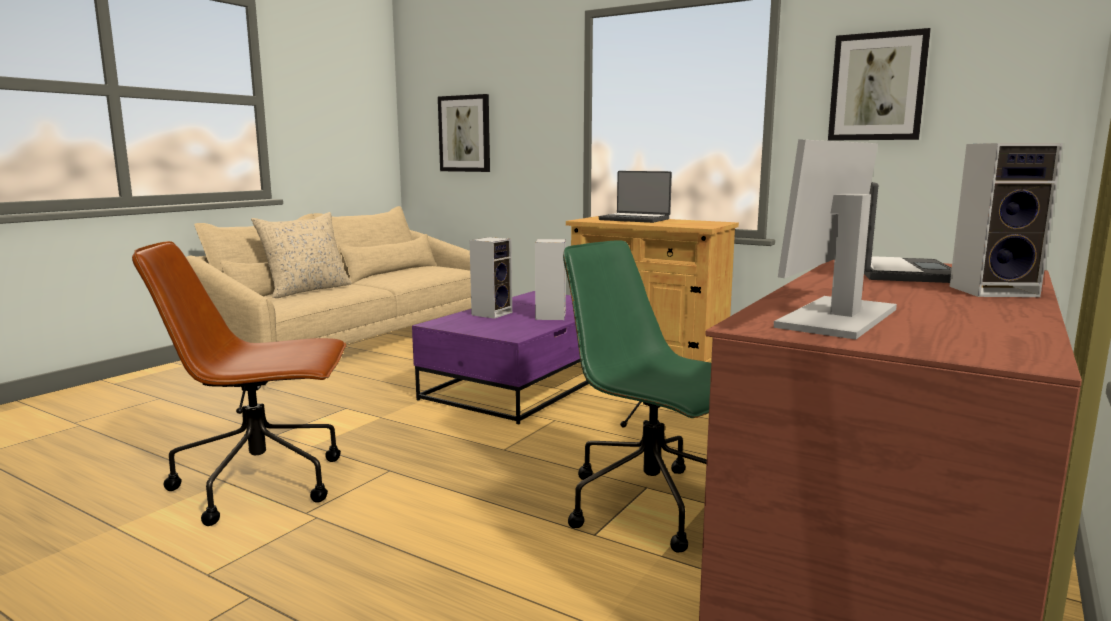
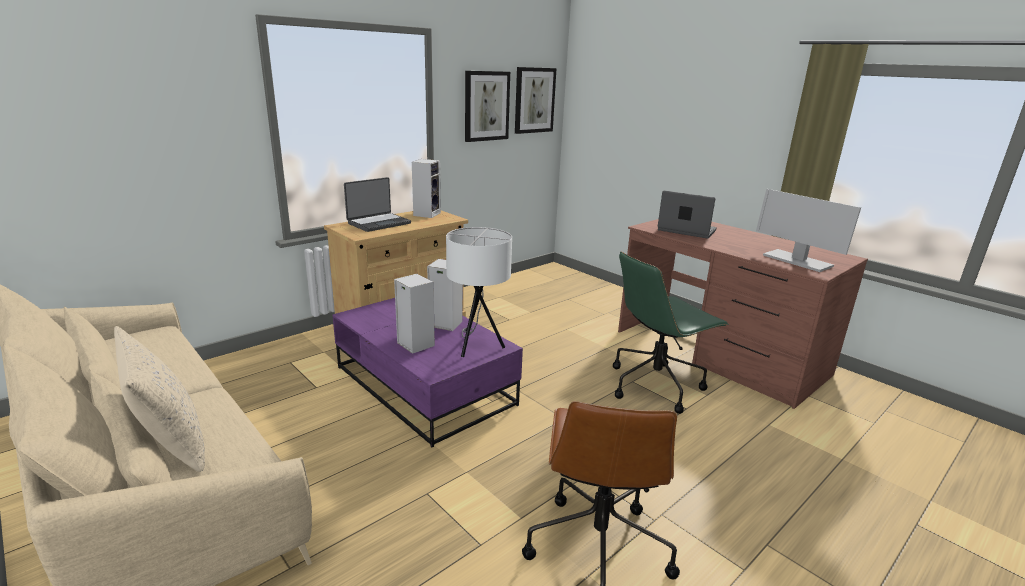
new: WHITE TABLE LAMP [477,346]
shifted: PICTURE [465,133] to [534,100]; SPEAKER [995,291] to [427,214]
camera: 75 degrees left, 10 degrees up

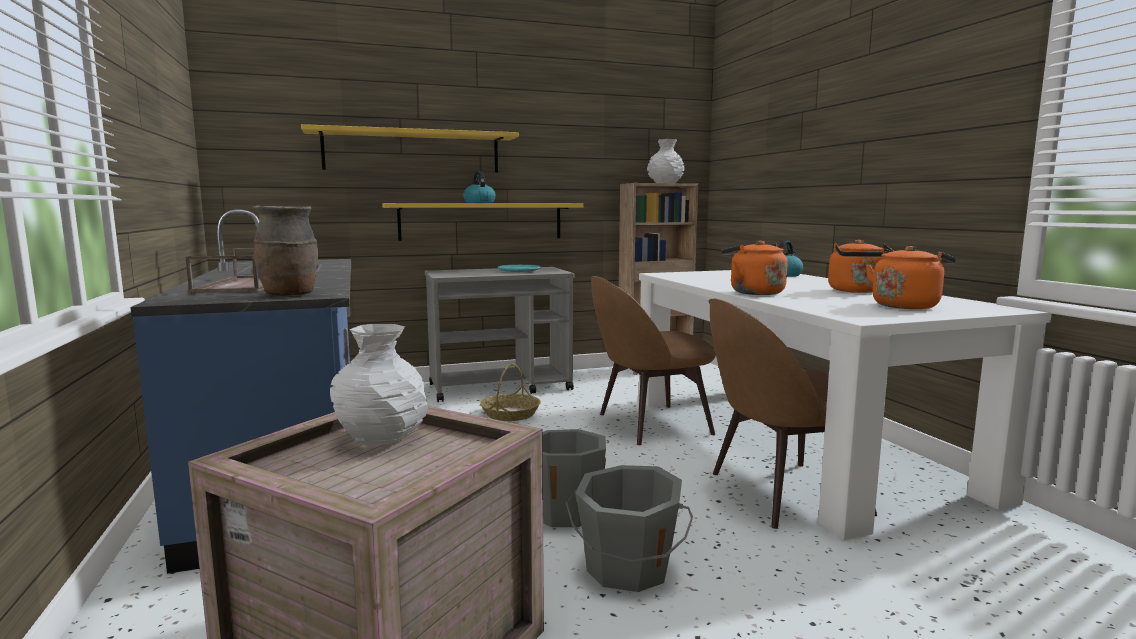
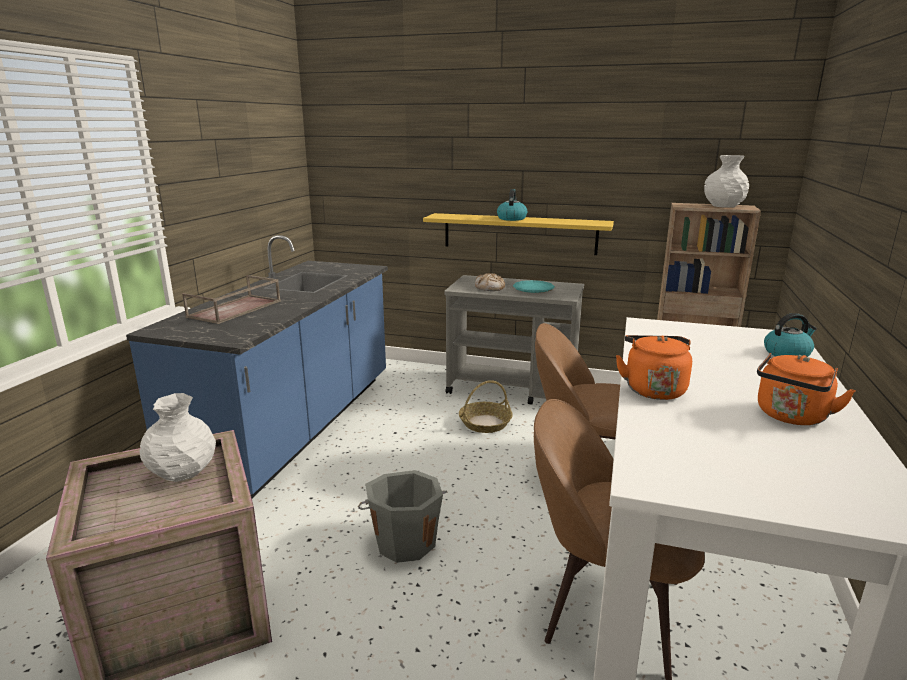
gone: BROWN VASE [290,295]; YELLOW SHELF [412,152]; GREY BUCKET [627,568]; ORANGE KETTLE [906,306]
new: BREAD [490,288]
camera: 35 degrees right, 10 degrees up

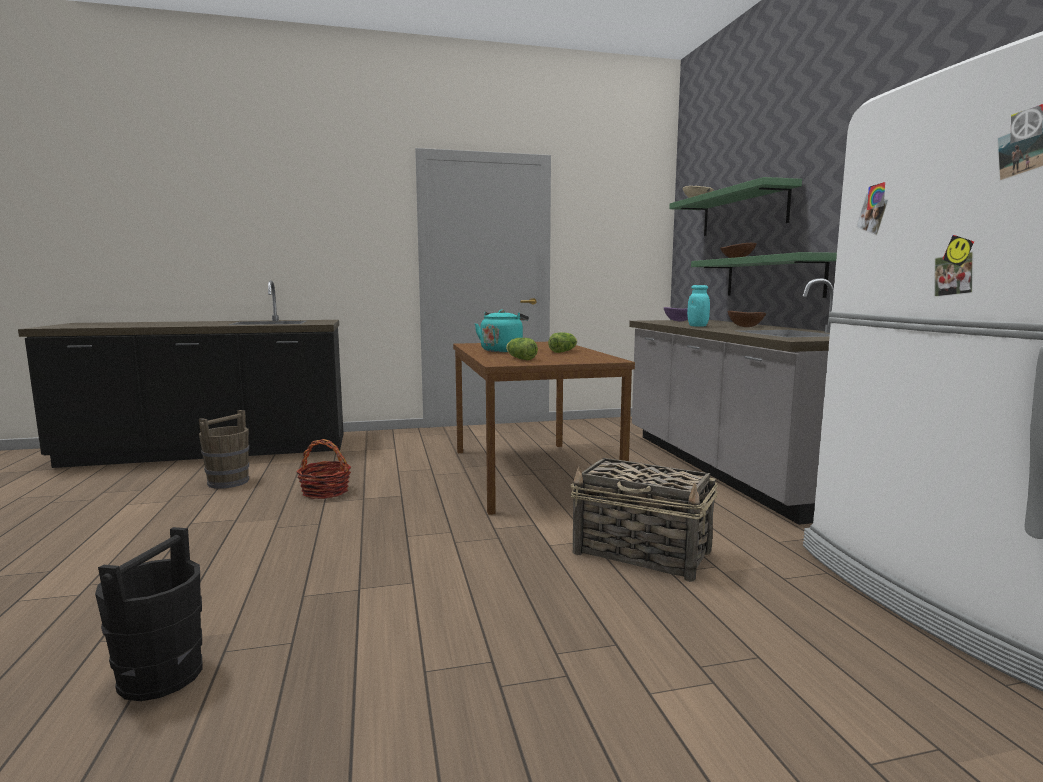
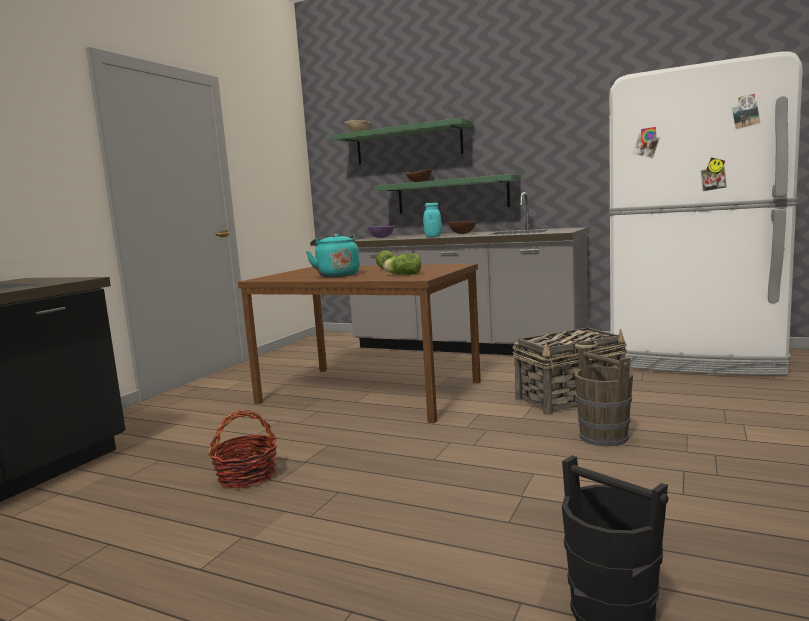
shifted: BROWN BUCKET [228,482] to [603,437]
camera: 50 degrees left, 0 degrees up

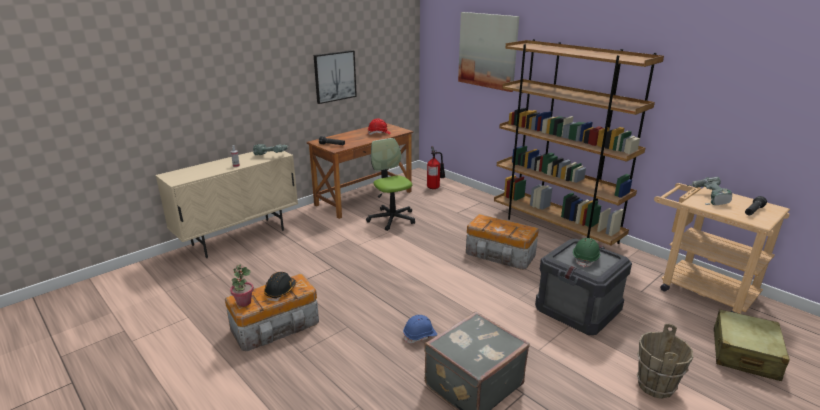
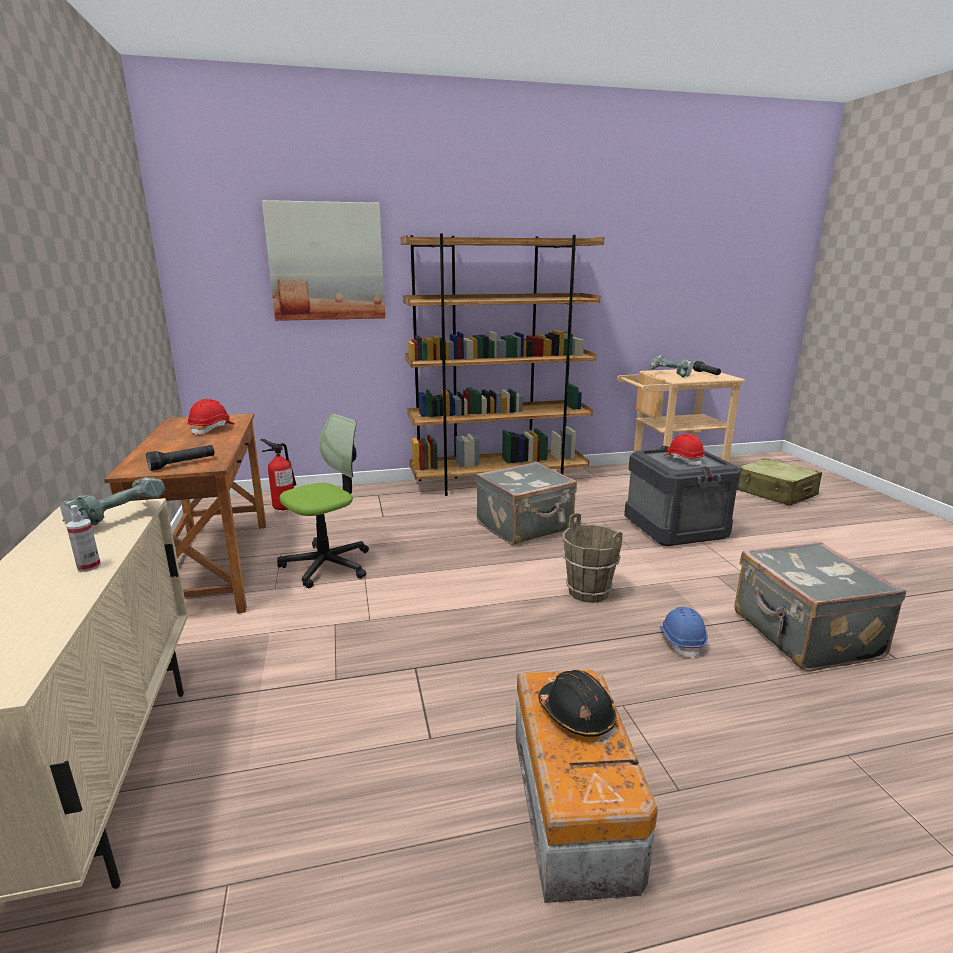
gone: POTTED PLANT [244,302]; PICTURE [335,76]
shifted: BROWN BUCKET [655,386] to [588,592]
swapped: STORAGE BOX [500,255] to GREY SUITCASE [525,527]
repainted: GREEN HARD HAT [586,259] to RED HARD HAT [683,460]
rotated: OFFICE CHAIR [392,219] = [327,565] 135 degrees clockwise
camera: 60 degrees left, 5 degrees down

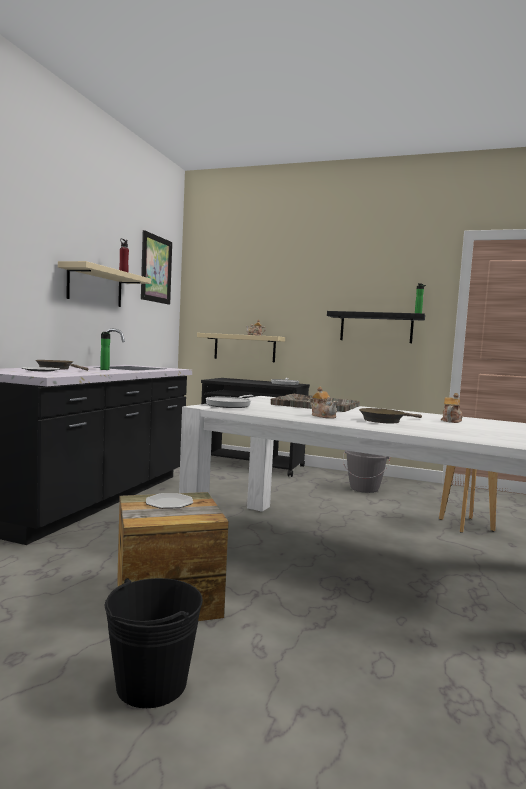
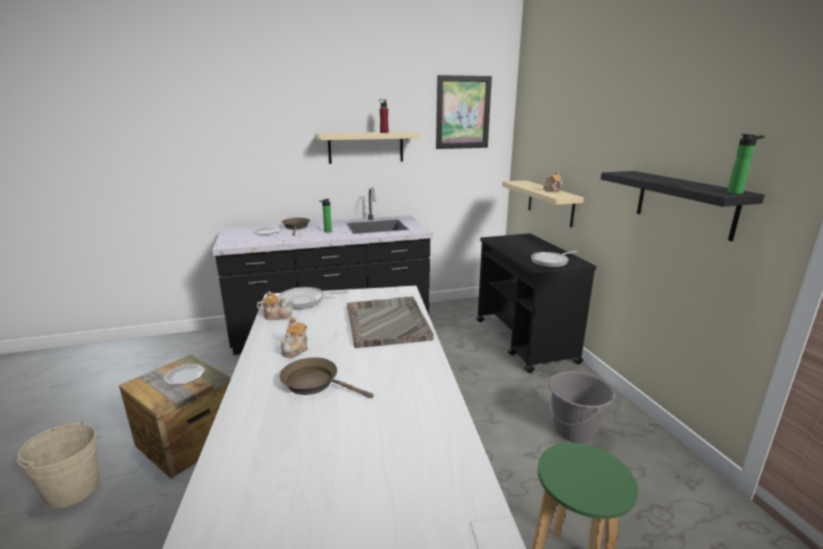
shifted: TEAPOT [451,421] to [277,316]
repainted: BLACK BUCKET [151,683] to BEIGE BUCKET [73,489]
camera: 55 degrees right, 15 degrees up

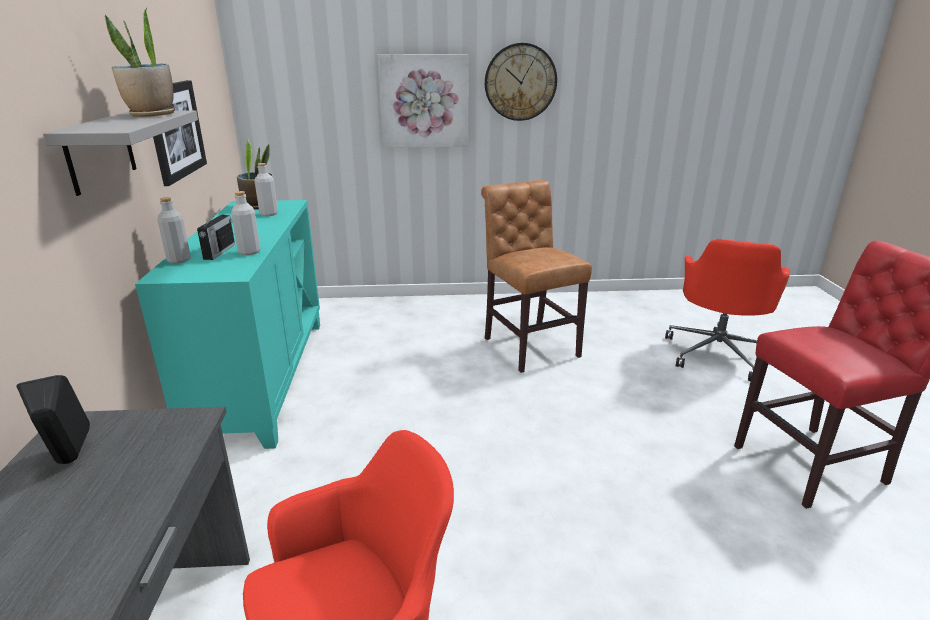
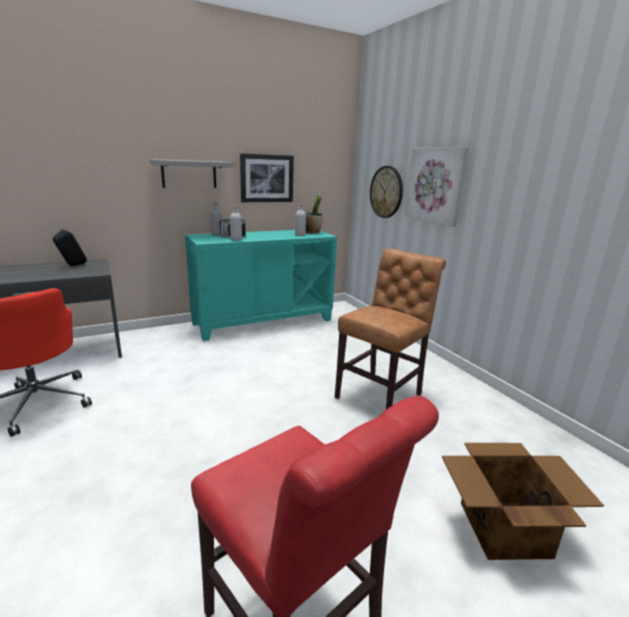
gone: POTTED PLANT [152,115]
shifted: WALL CLOCK [520,82] to [386,192]
swapped: RED OFFICE CHAIR [717,353] to CARDBOARD BOX [502,528]
camera: 65 degrees right, 5 degrees down

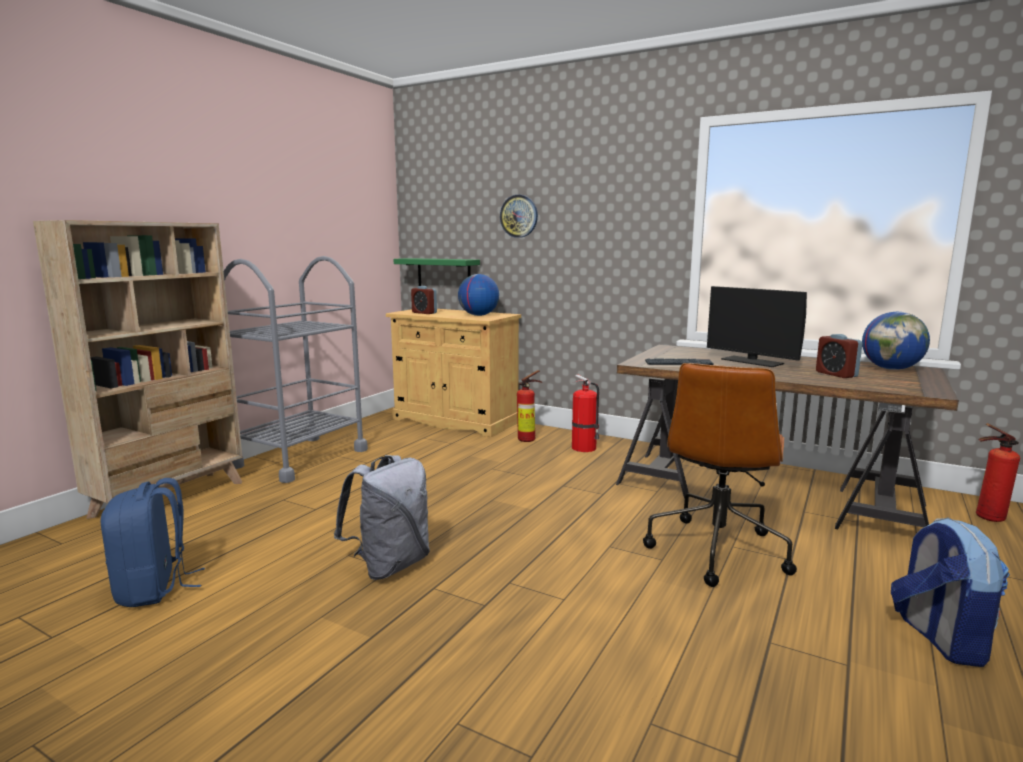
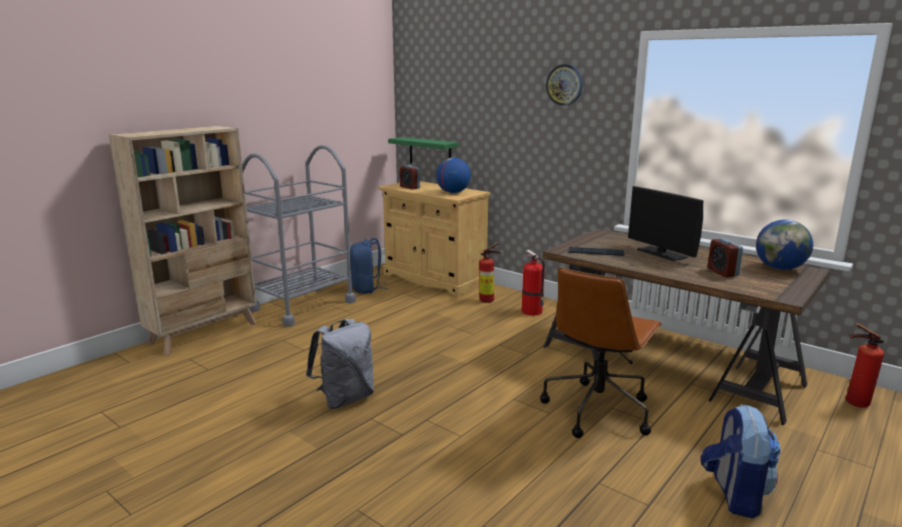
shifted: BLUE BACKPACK [154,589] to [367,288]; WALL CLOCK [519,216] to [564,85]
camera: 10 degrees right, 5 degrees up

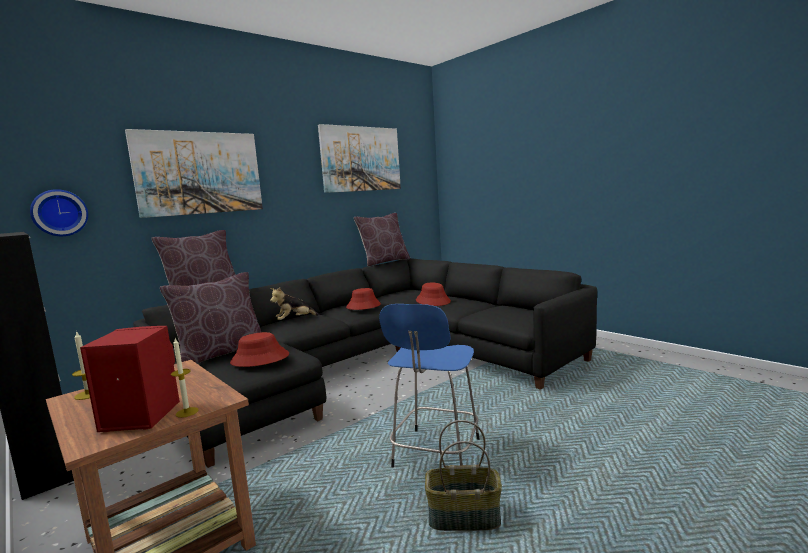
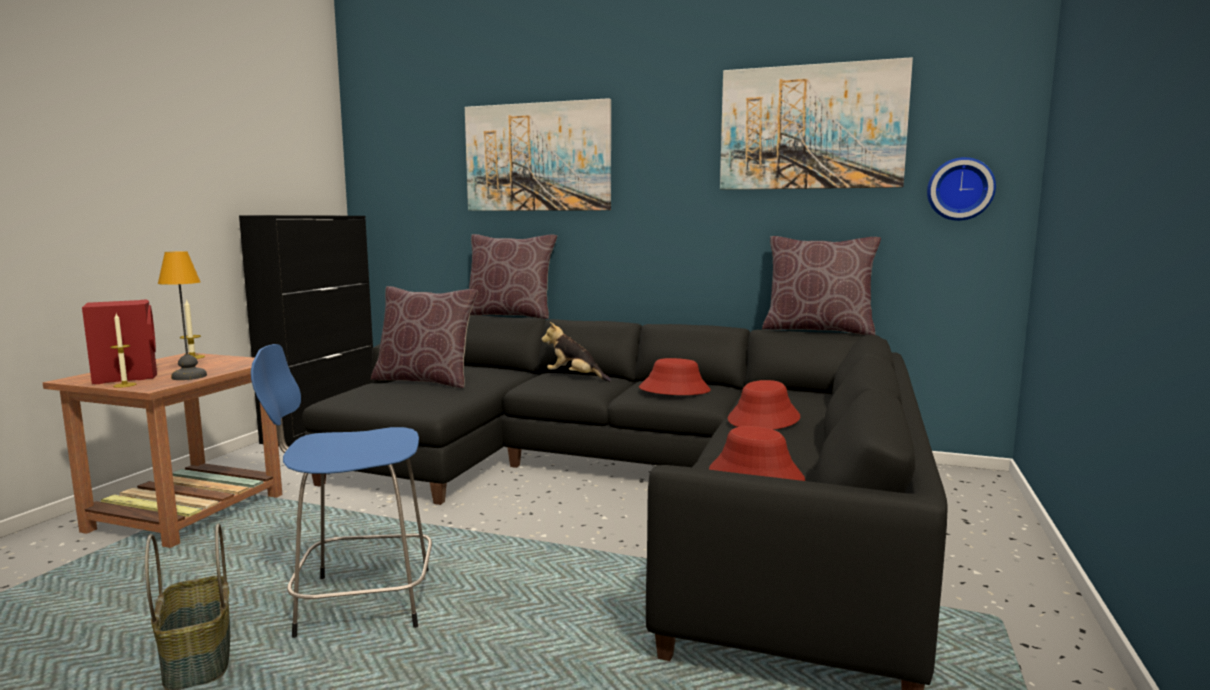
new: TABLE LAMP [189,377]
shifted: WALL CLOCK [59,213] to [960,189]; RED HAT [259,359] to [755,476]
camera: 60 degrees right, 0 degrees up

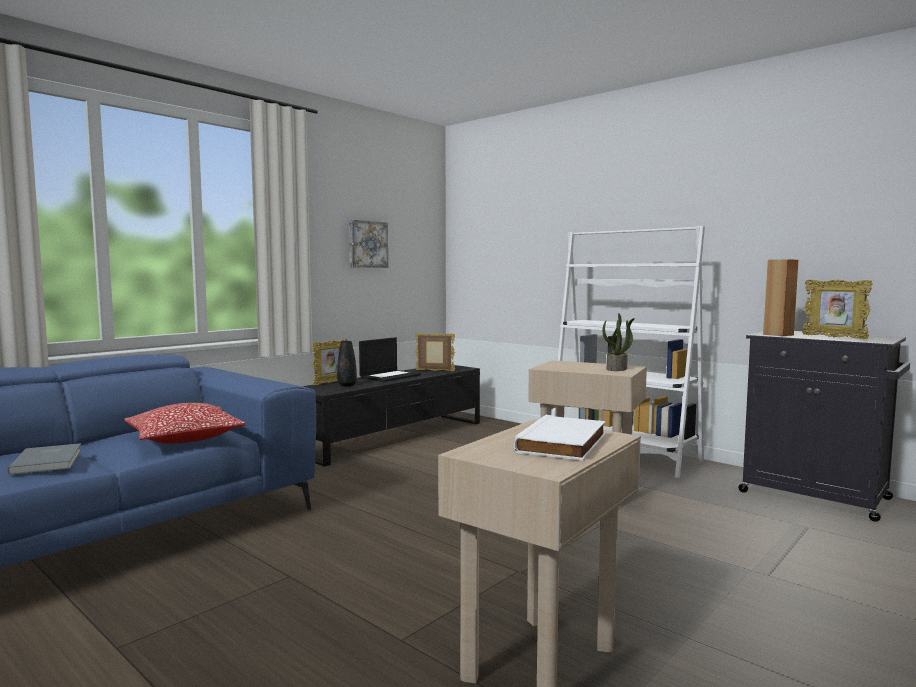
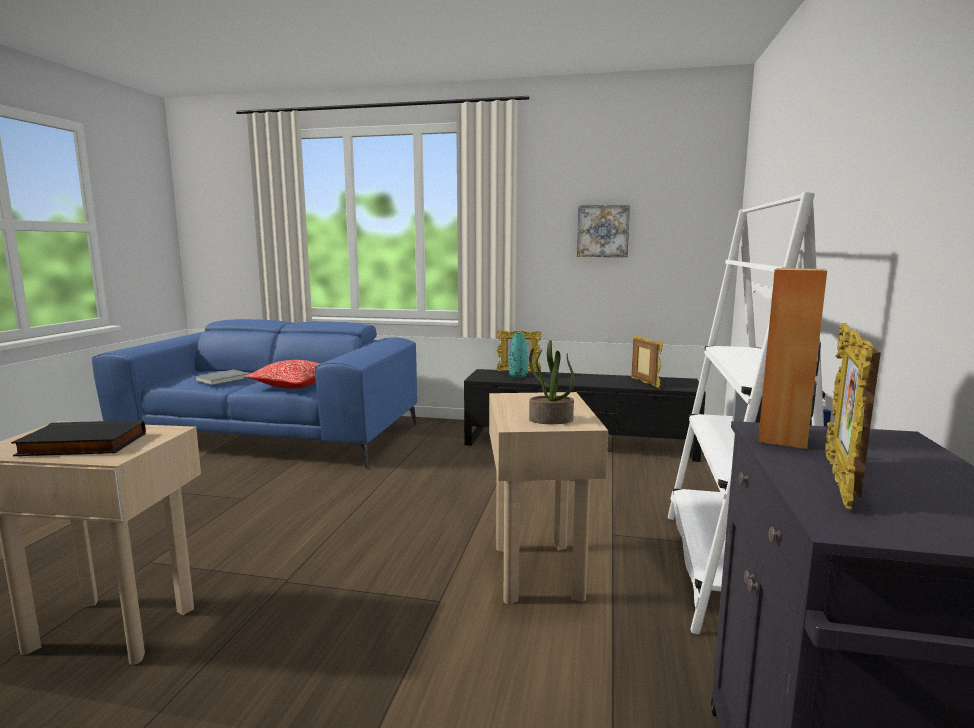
gone: LAPTOP [390,376]
repainted: BLACK VASE [347,385] to TURQUOISE VASE [518,376]; WHITE BOOK [564,444] to BLACK BOOK [81,445]
camera: 60 degrees right, 5 degrees up

